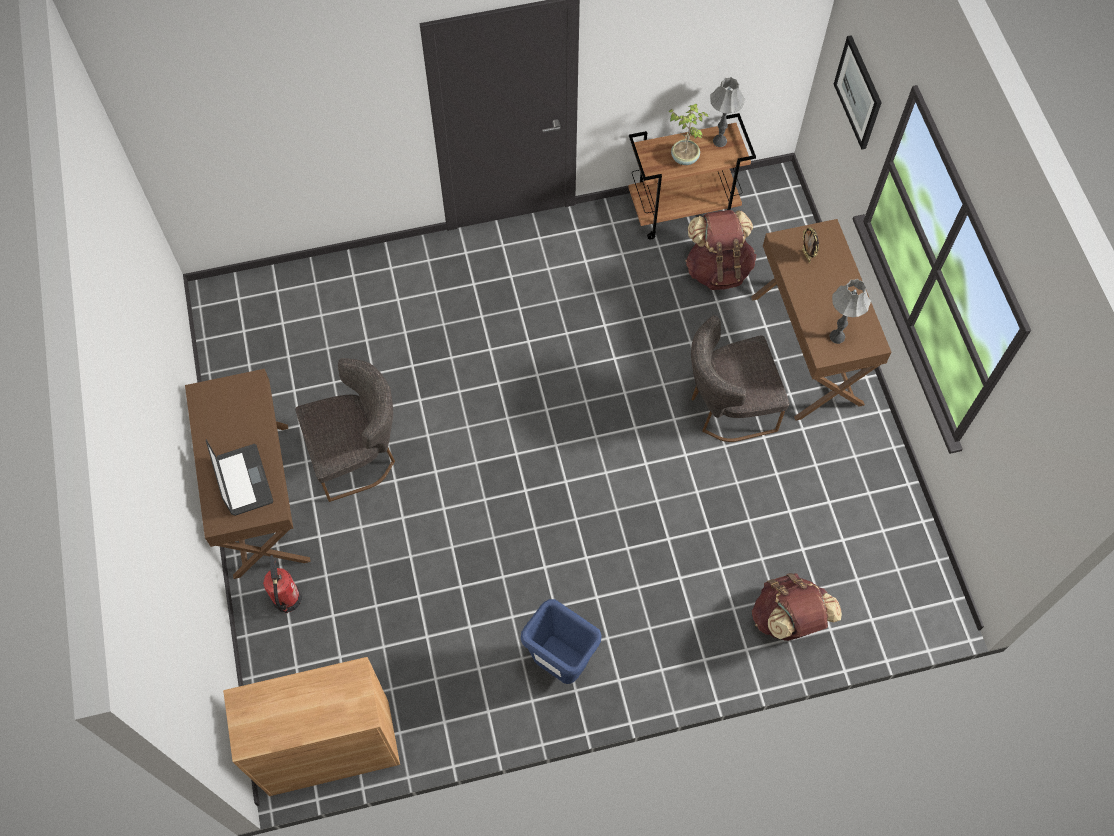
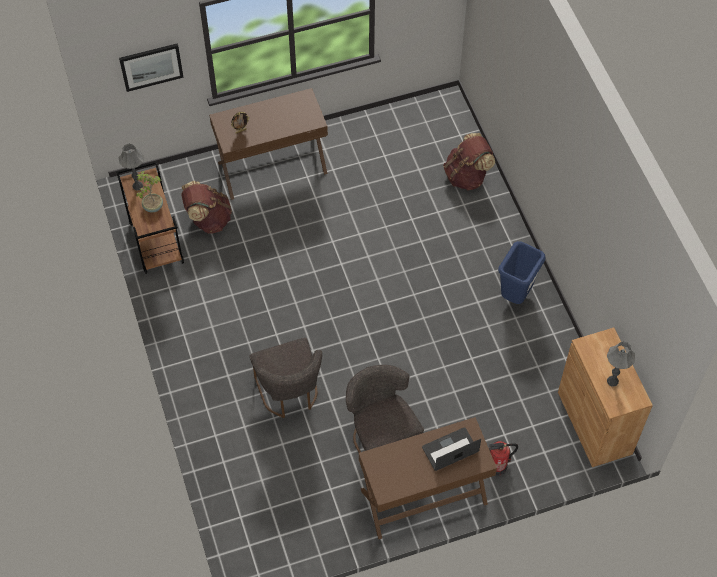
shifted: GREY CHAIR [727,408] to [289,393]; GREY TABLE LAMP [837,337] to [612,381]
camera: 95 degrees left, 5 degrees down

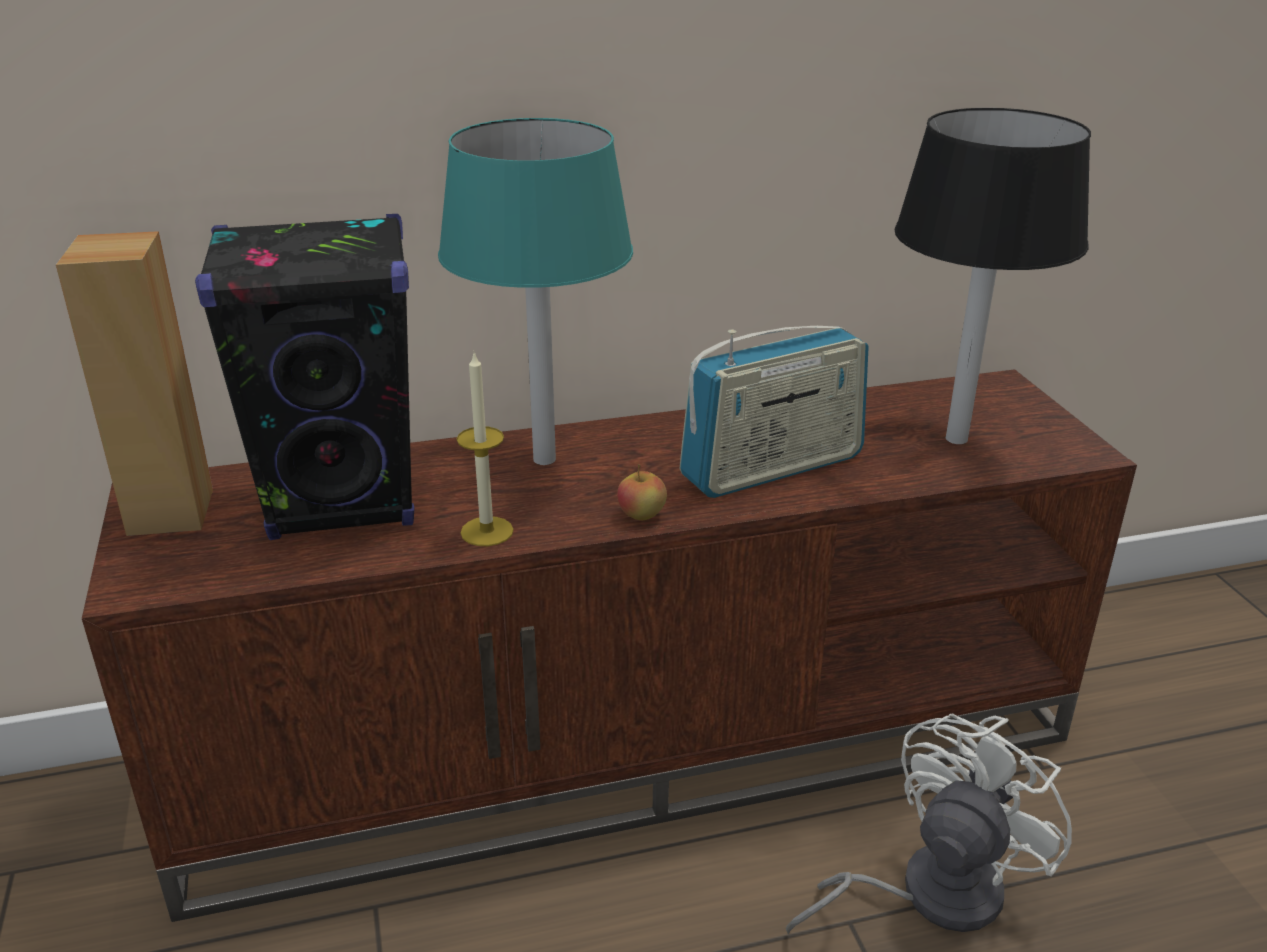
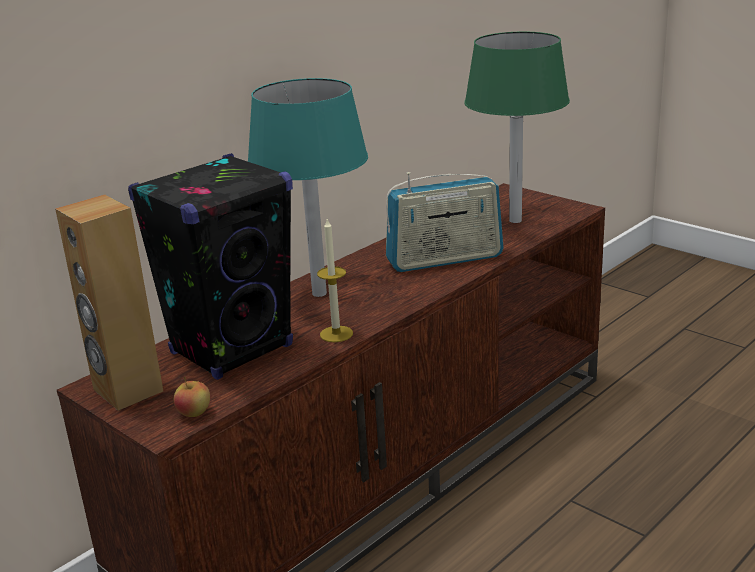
gone: WHITE FAN [928,893]
shifted: APPLE [641,515] to [194,413]
repainted: BLACK TABLE LAMP [957,439] to GREEN TABLE LAMP [515,220]
rotated: RADIO [772,468] = [445,259] 45 degrees clockwise
camera: 30 degrees left, 5 degrees down

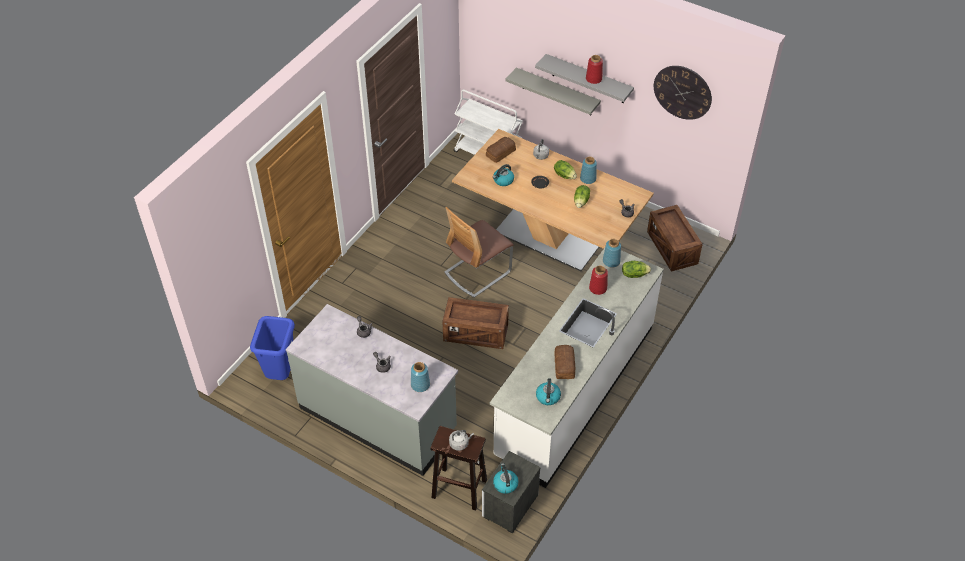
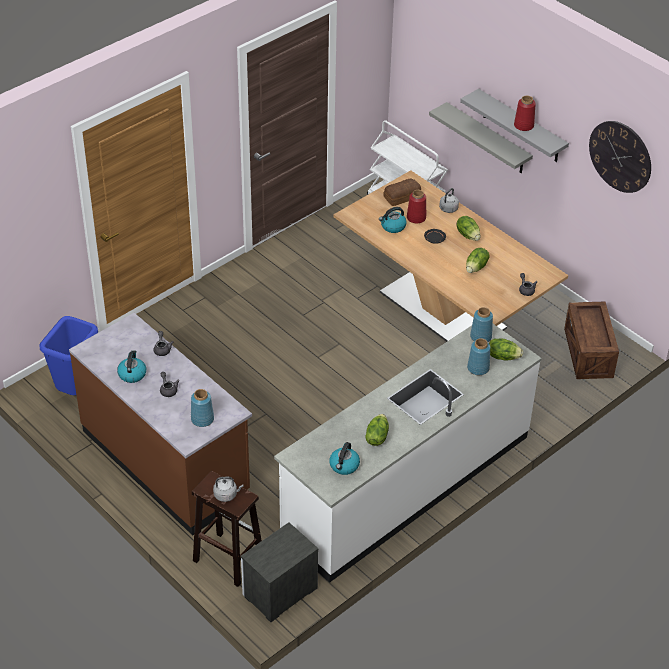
gone: CRATE [475,333]; CHAIR [477,272]
shifted: KETTLE [505,484] to [132,374]; BLUE VASE [588,178] to [478,368]; RED VASE [598,288] to [416,218]
swapped: BREAD [563,366] to LETTUCE [376,437]
repainted: GREY COUNTER [378,418] to BROWN COUNTER [166,462]
camera: 15 degrees right, 5 degrees down

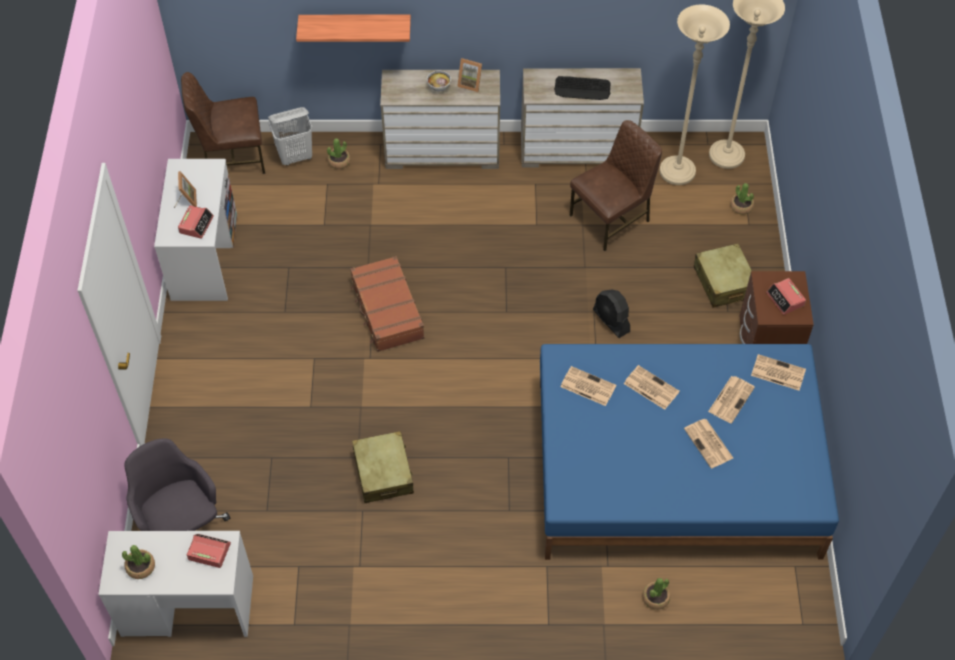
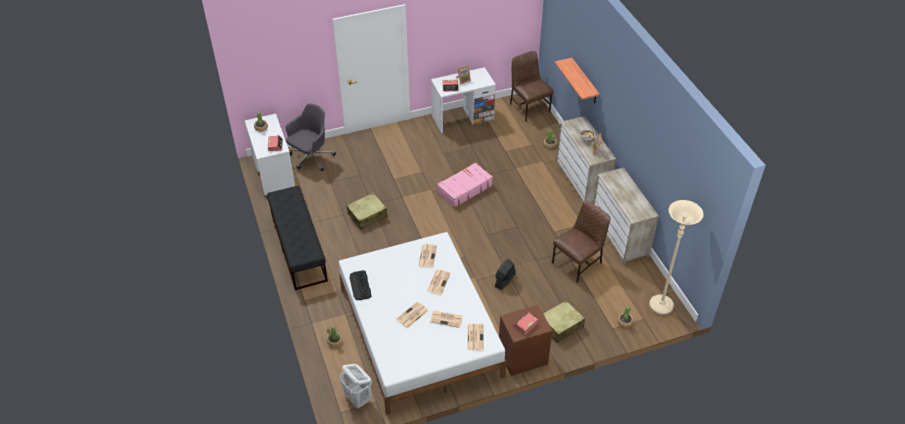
gone: BEIGE FLOOR LAMP [677,172]
new: BLACK BENCH [298,247]
shifted: WHITE LAUNDRY BASKET [295,156] to [358,399]; KEYBOARD [582,88] to [360,285]
repainted: BROWN SUITCASE [387,310] to PINK SUITCASE [464,189]; BLUE BED [676,468] to WHITE BED [419,332]
rotated: BROWN CHAIR [611,218] = [578,263] 75 degrees counterclockwise
camera: 70 degrees right, 10 degrees down

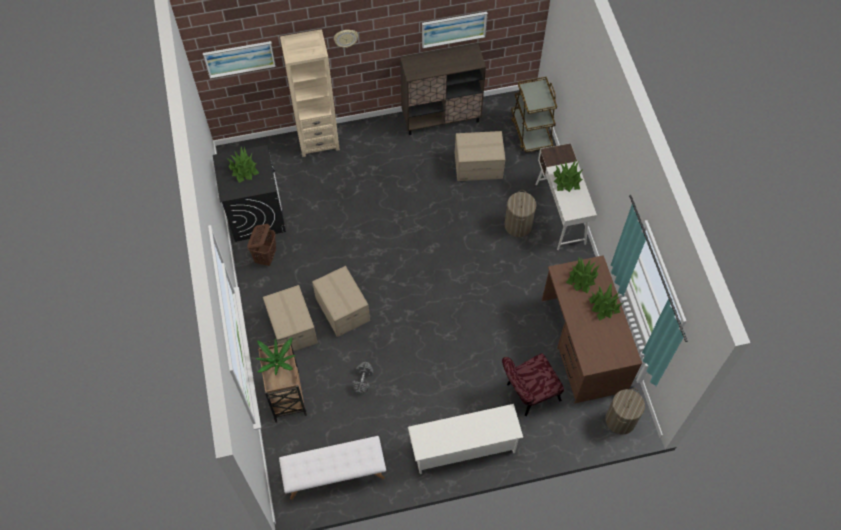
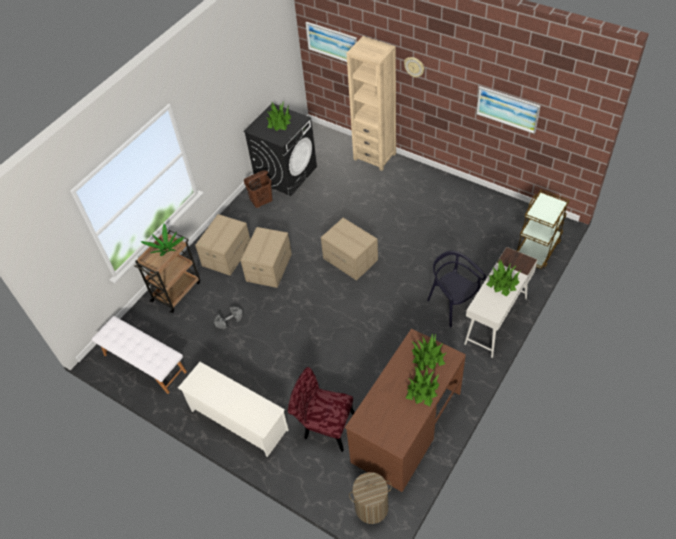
gone: BROWN CABINET [441,118]
shifted: CARDBOARD BOX [478,165] to [351,259]
swapped: LAUNDRY BASKET [518,225] to BLACK CHAIR [452,304]
camera: 50 degrees right, 10 degrees down

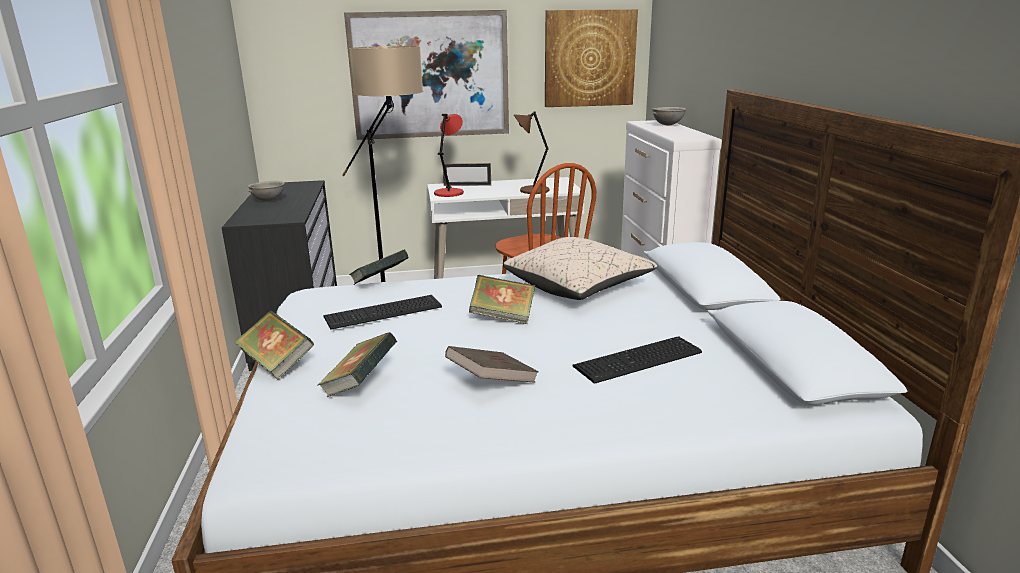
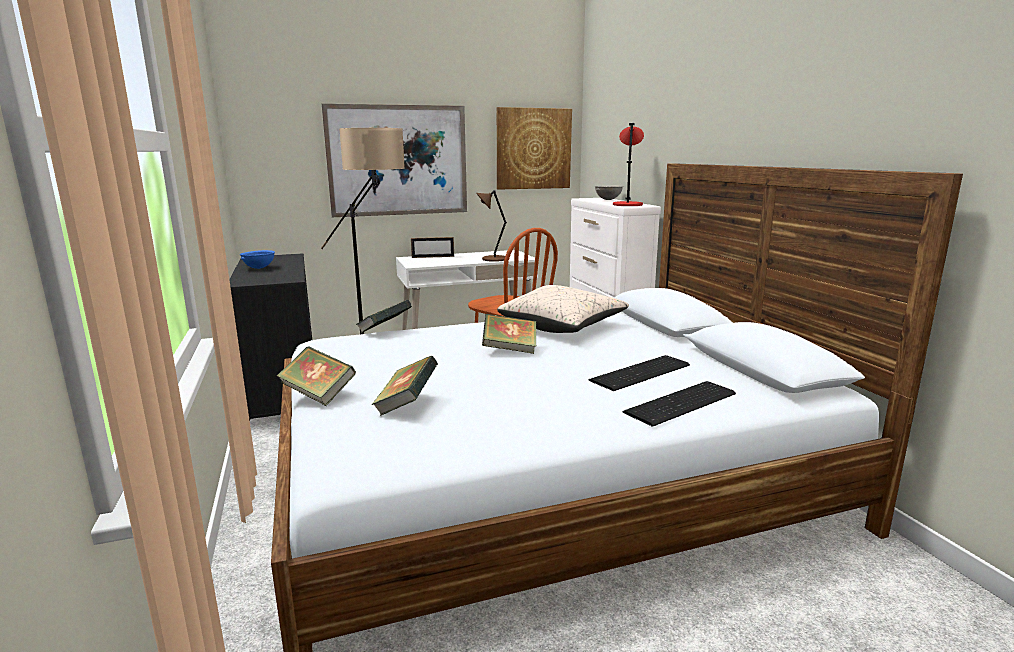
gone: BROWN BOOK [492,382]
shifted: KEYBOARD [385,312] to [683,403]; RED TABLE LAMP [449,193] to [627,204]
repainted: GREY BOWL [268,200] to BLUE BOWL [258,268]
camera: 10 degrees left, 5 degrees down

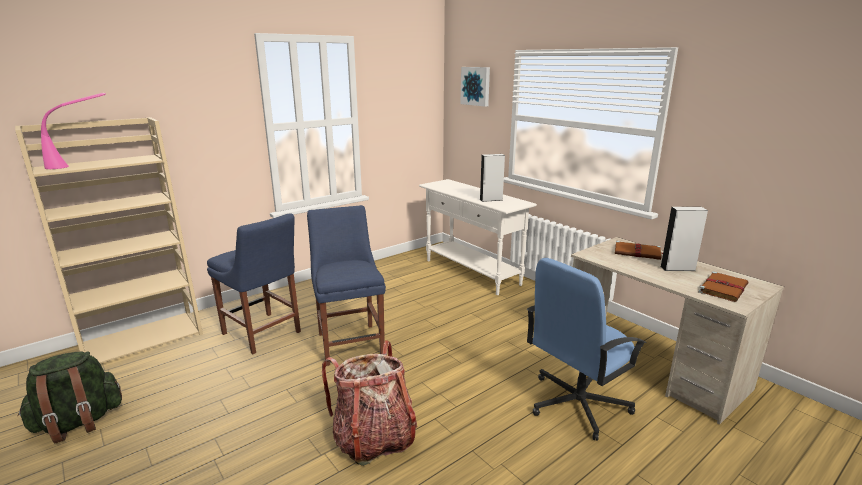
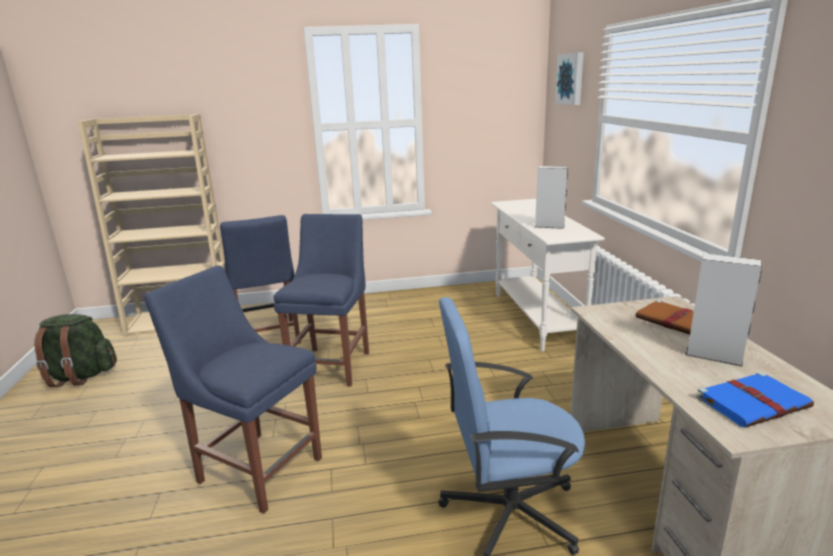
gone: PINK TABLE LAMP [84,165]
swapped: BACKPACK [374,438] to BLUE CHAIR [256,467]
repainted: BROWN BOOK [723,288] to BLUE BOOK [753,402]
camera: 30 degrees right, 0 degrees up

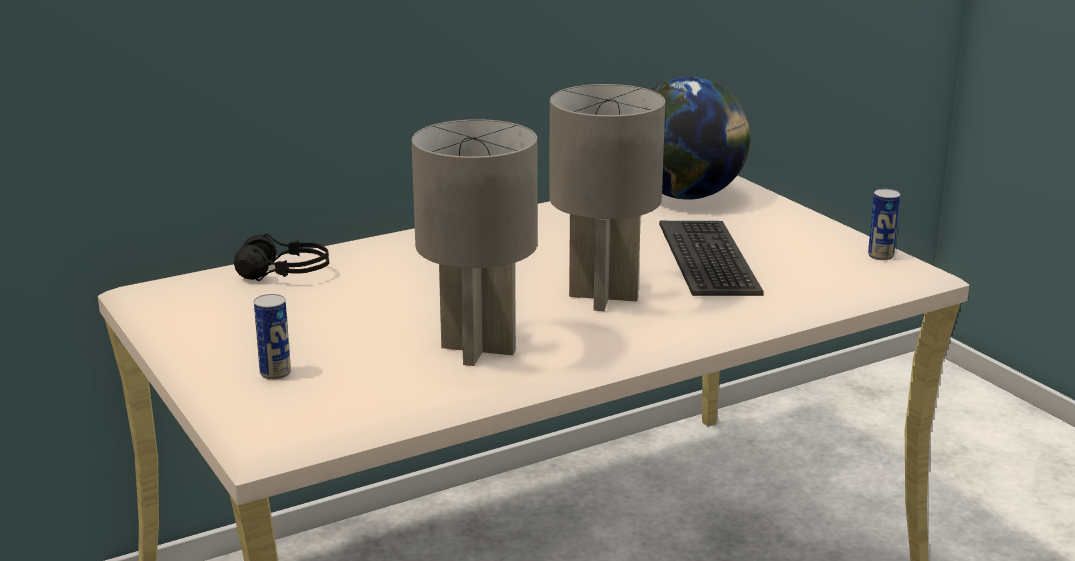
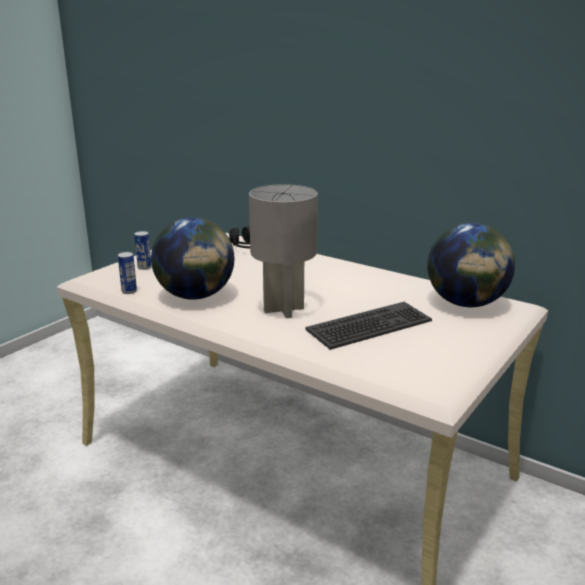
shifted: CAN [880,256] to [129,291]
swapped: GREY TABLE LAMP [479,349] to GLOBE [196,296]
camera: 65 degrees right, 0 degrees up

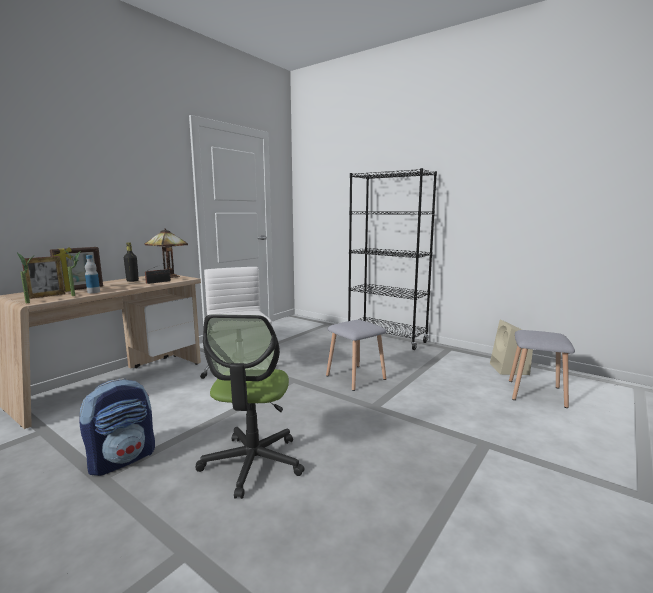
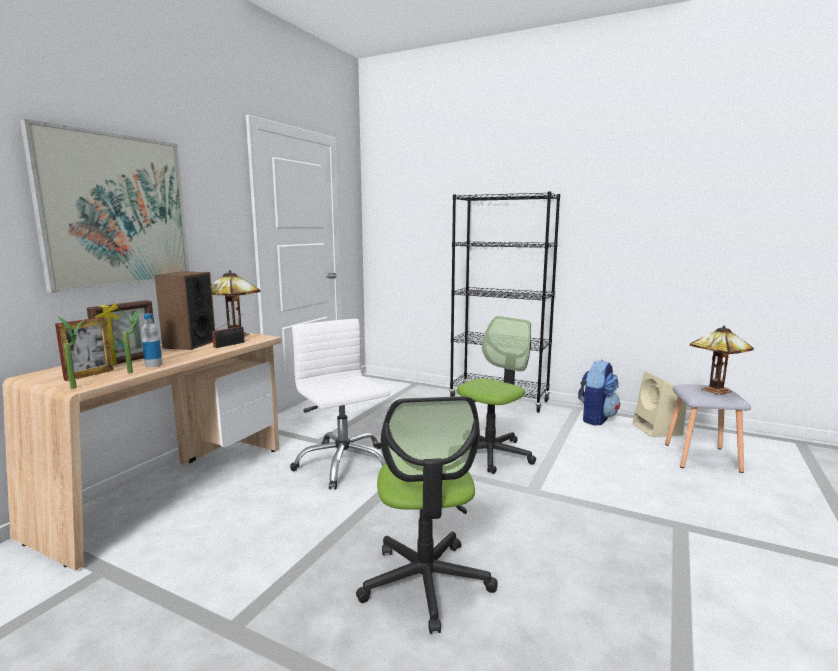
new: PICTURE [115,211]; TABLE LAMP [713,390]
shifted: BACKPACK [123,459] to [596,418]
swapped: BLACK BOTTLE [132,281] to SPEAKER [189,344]; GREY STOOL [356,377] to OFFICE CHAIR [491,454]
camera: 10 degrees left, 0 degrees up

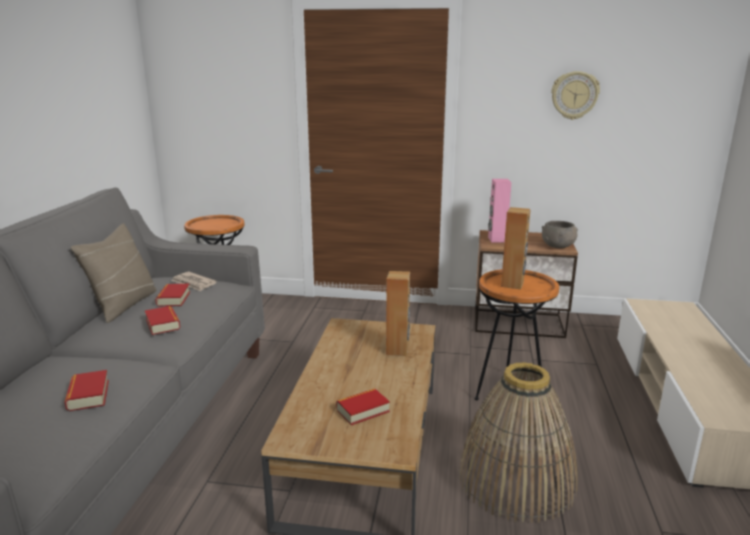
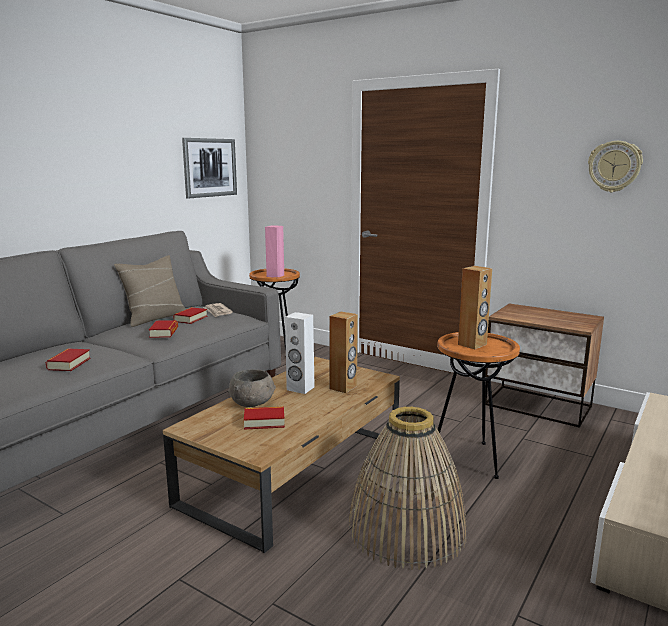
new: PICTURE [210,167]; WHITE SPEAKER [300,388]
shifted: PINK SPEAKER [496,239] to [275,276]; GREY BOWL [558,246] to [253,403]
camera: 25 degrees right, 5 degrees down

